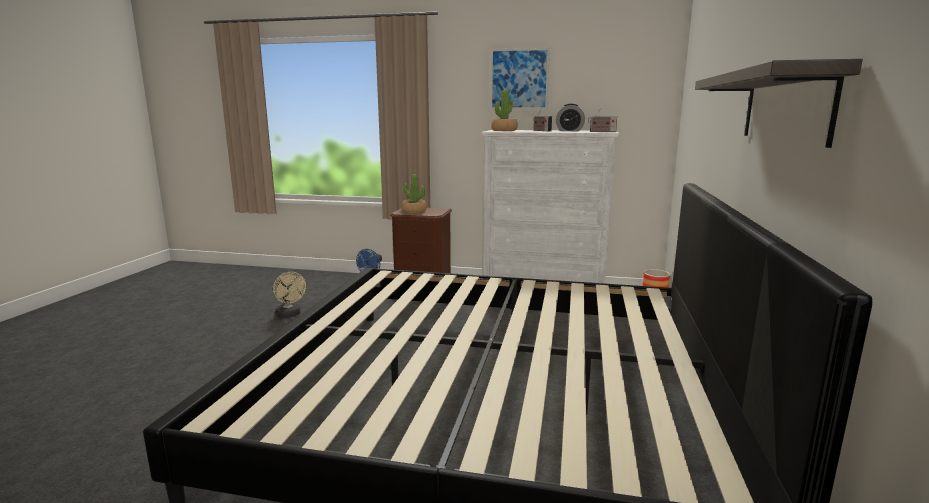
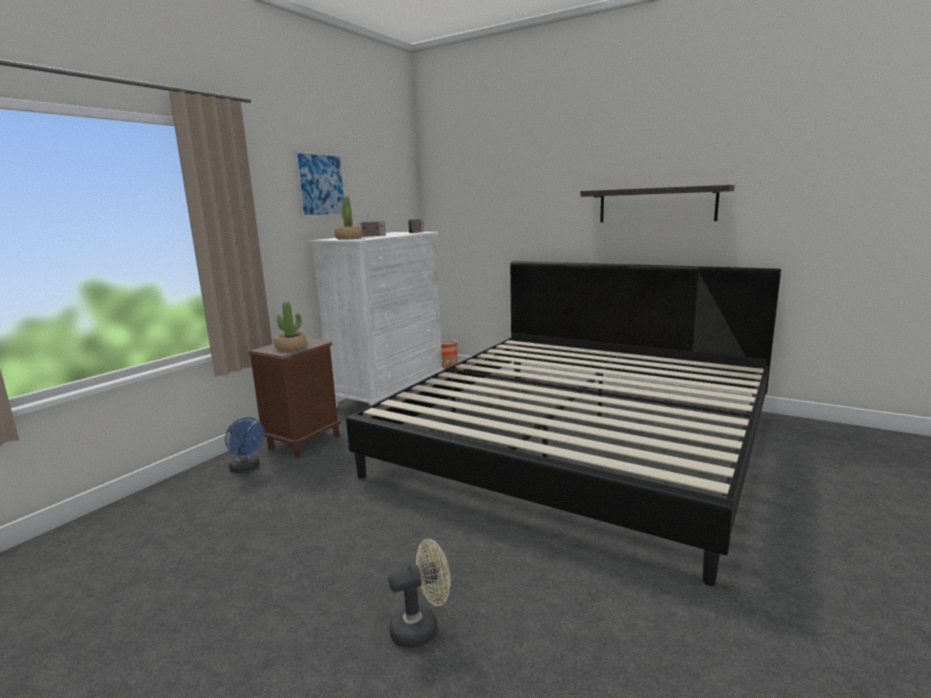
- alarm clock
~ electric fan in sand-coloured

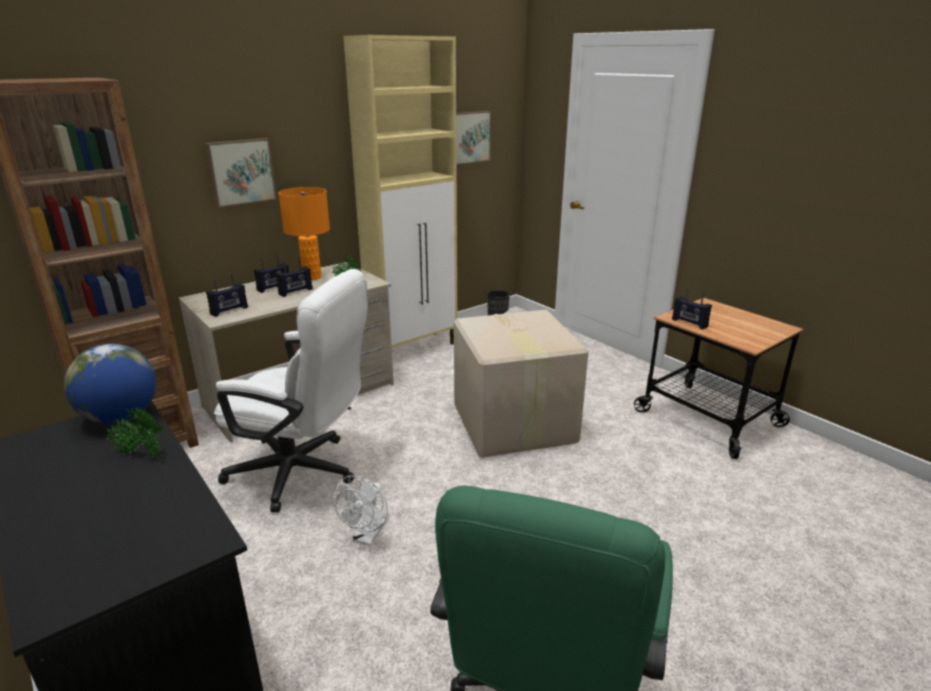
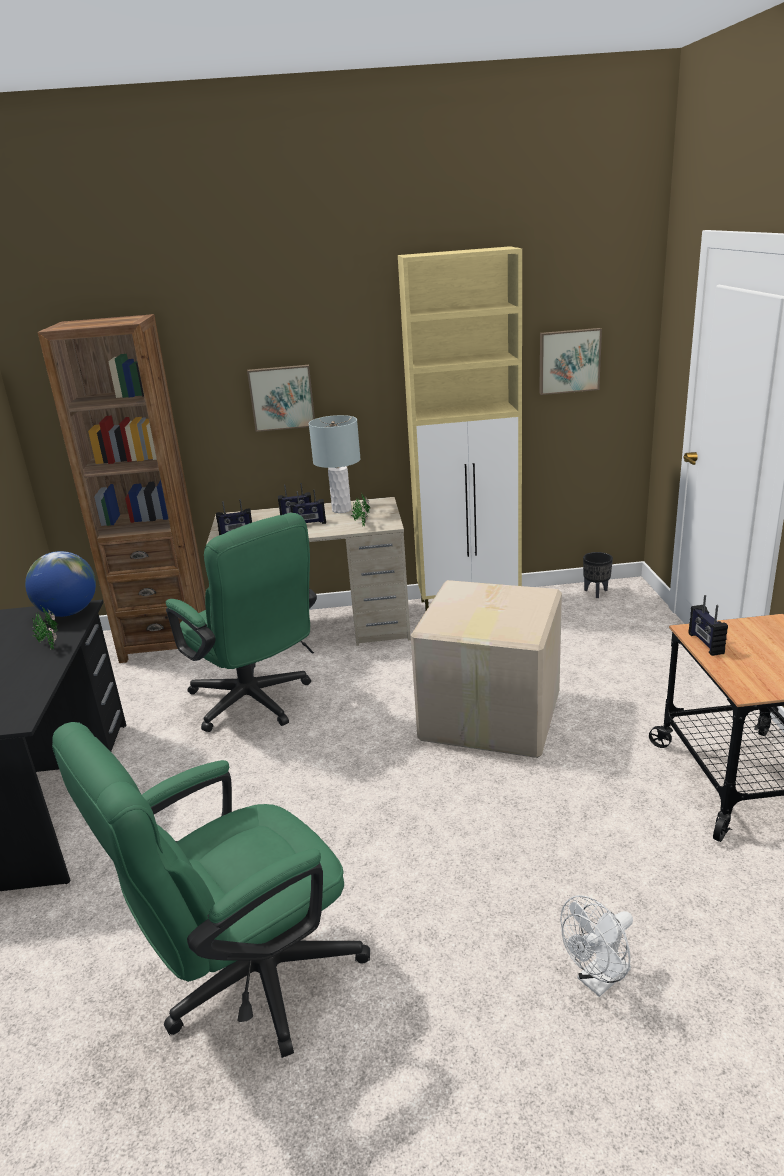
~ electric fan in white
~ computer chair in white to computer chair in green-coloured (no. 2 from left)
~ tabletop lamp in orangey to tabletop lamp in grey

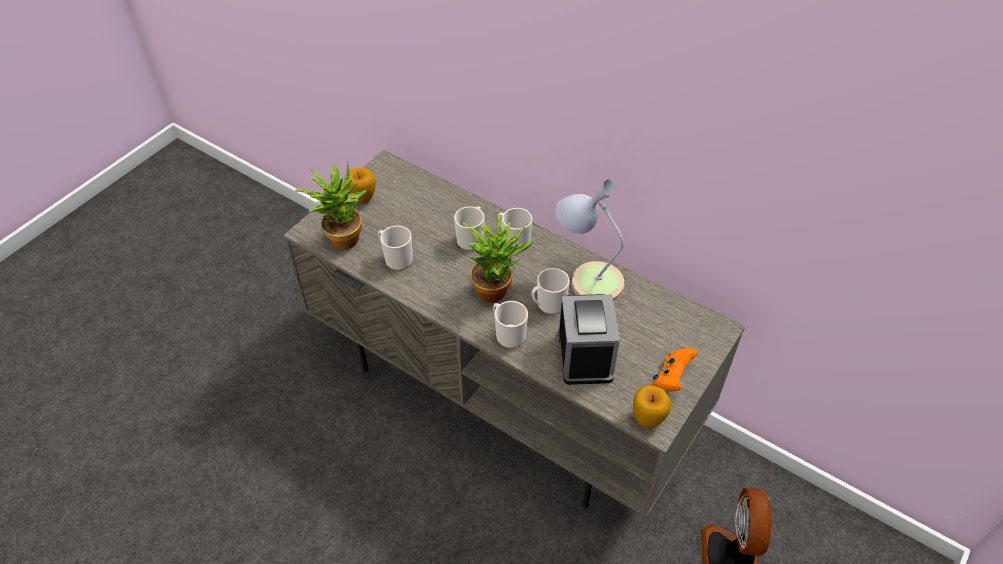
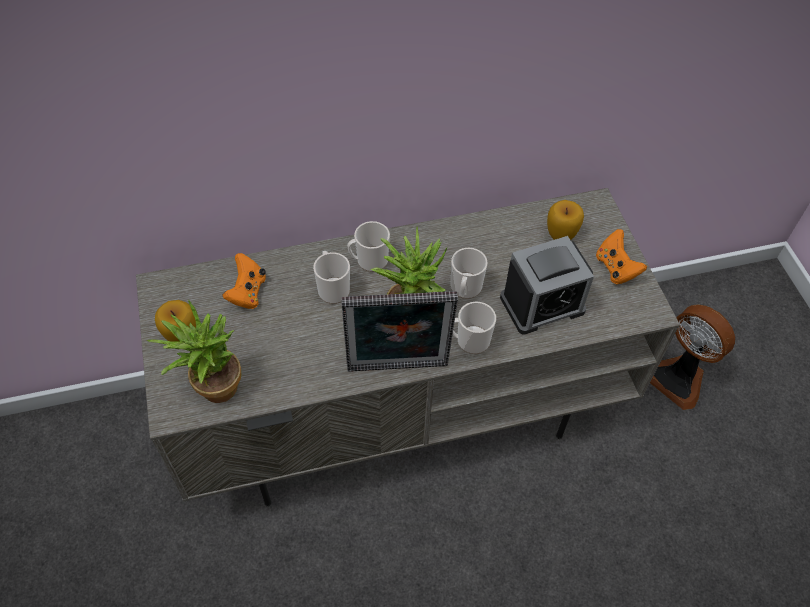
- tea mug (no. 1 from left)
- tabletop lamp
+ gamepad in orangey (no. 1 from left)
+ picture frame
~ apple fruit (no. 2 from left)
~ alarm clock 120 degrees clockwise

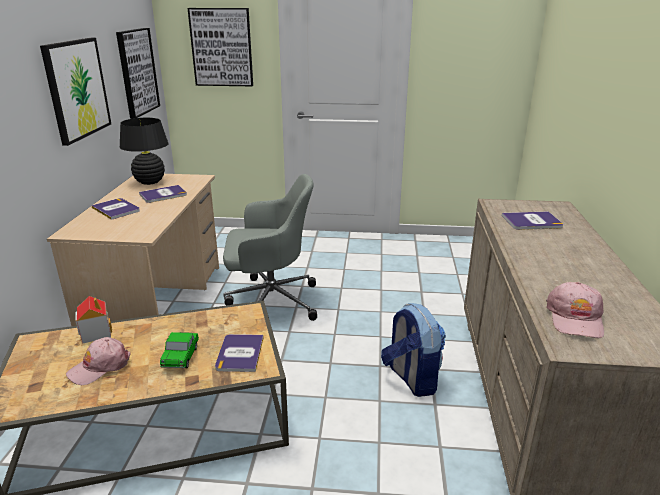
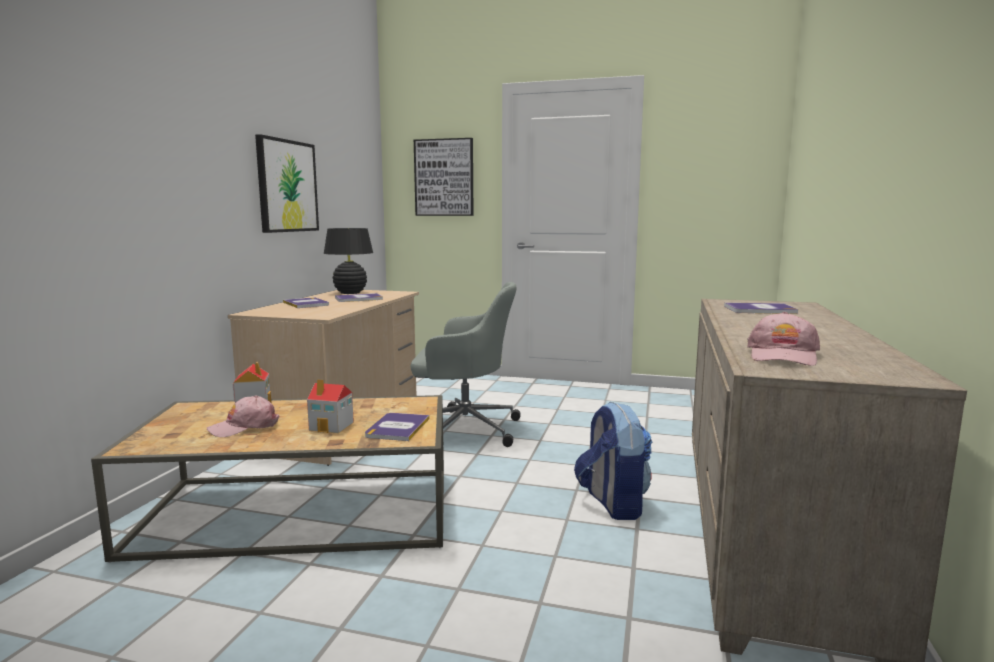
- wall picture (no. 2 from left)
~ miniature car to toy house (no. 2 from left)

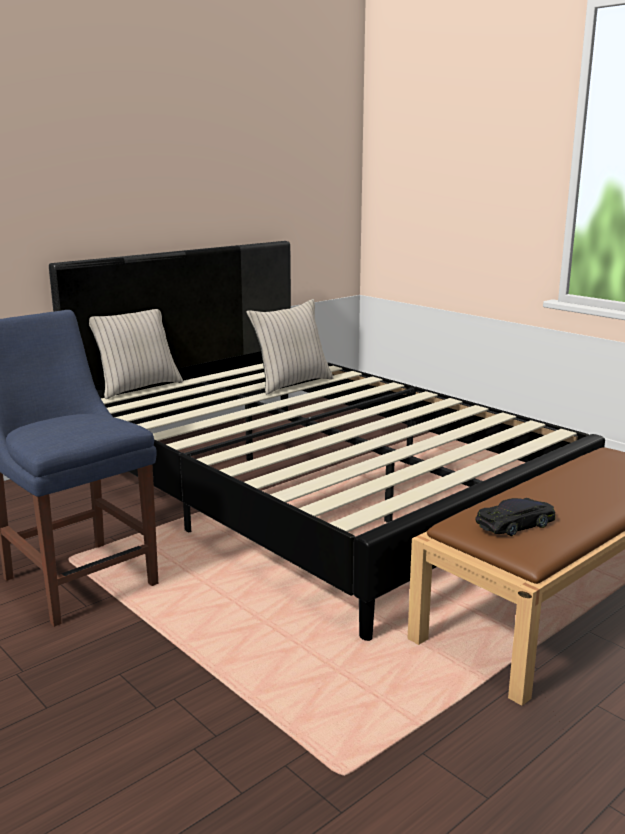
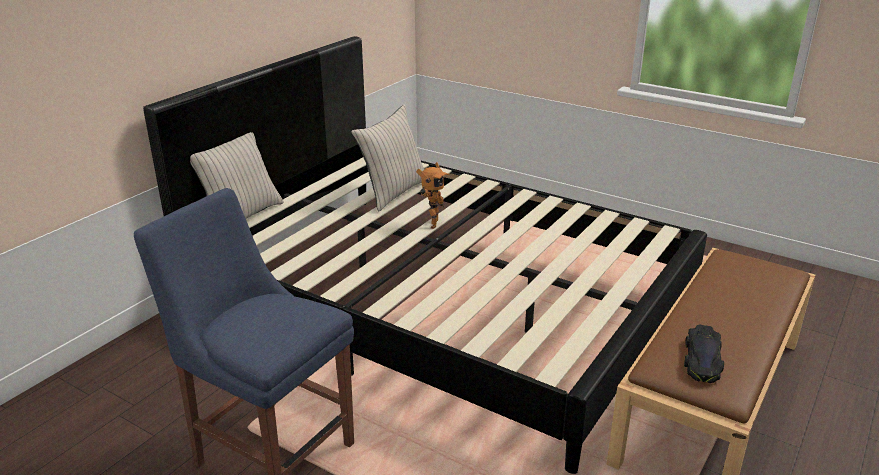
+ robot figure
~ miniature car in blackish 150 degrees clockwise

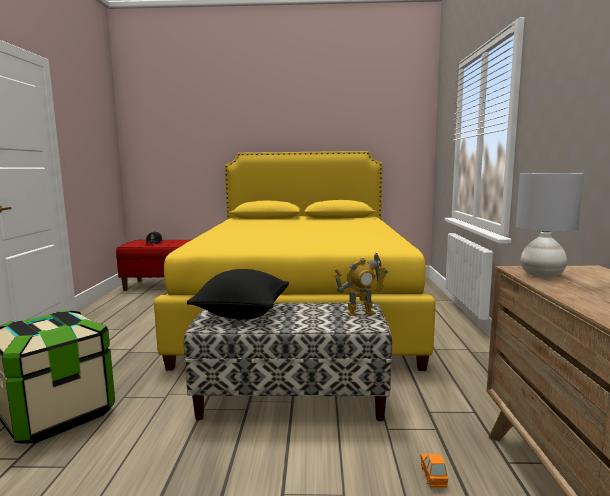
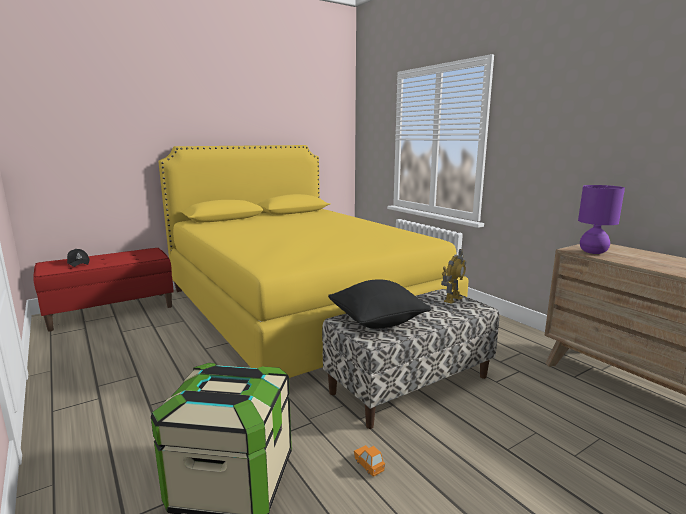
~ miniature car in orangey
~ tabletop lamp in grey to tabletop lamp in purple

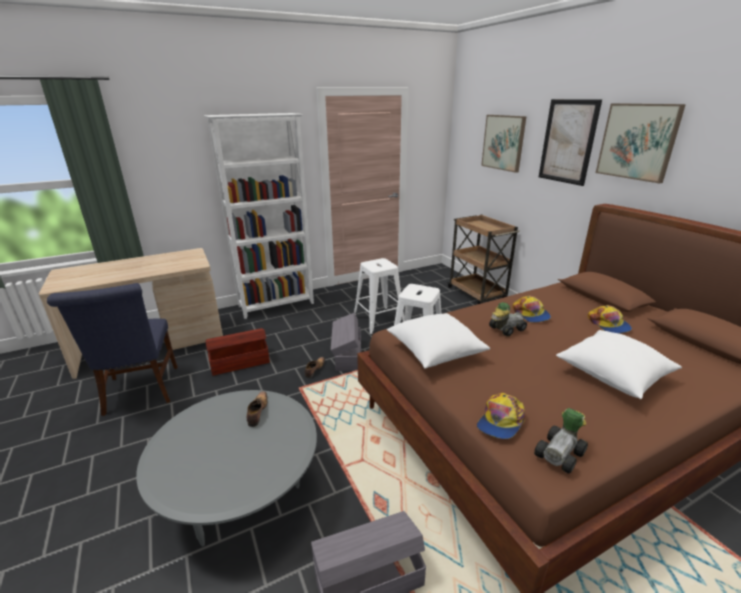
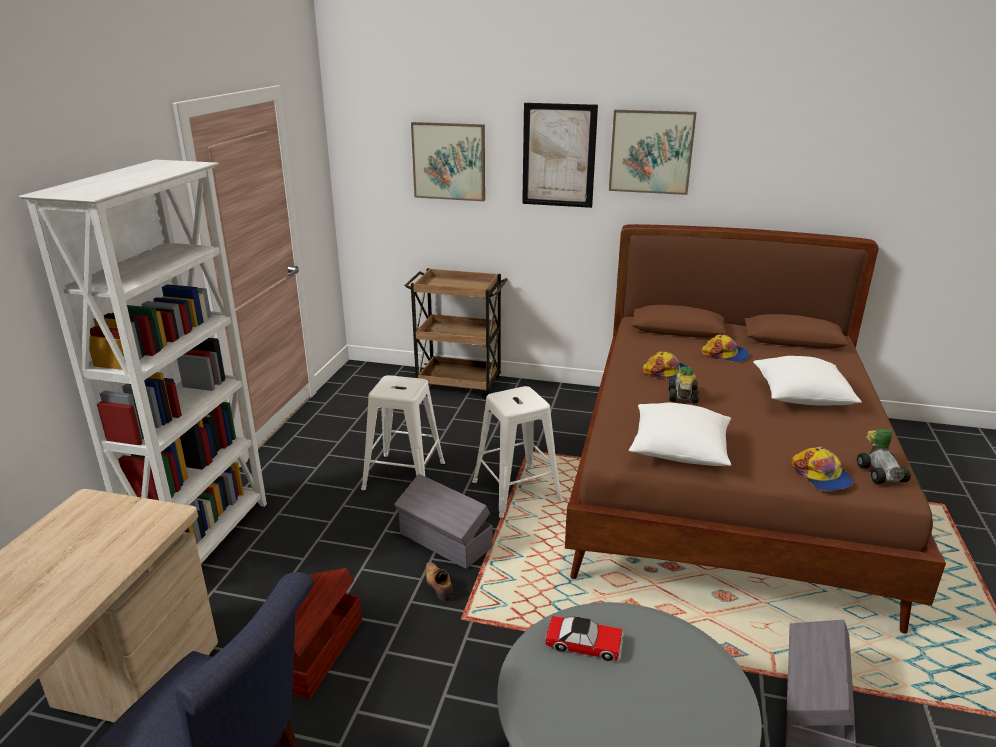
~ shoe (no. 1 from left) to miniature car (no. 1 from left)

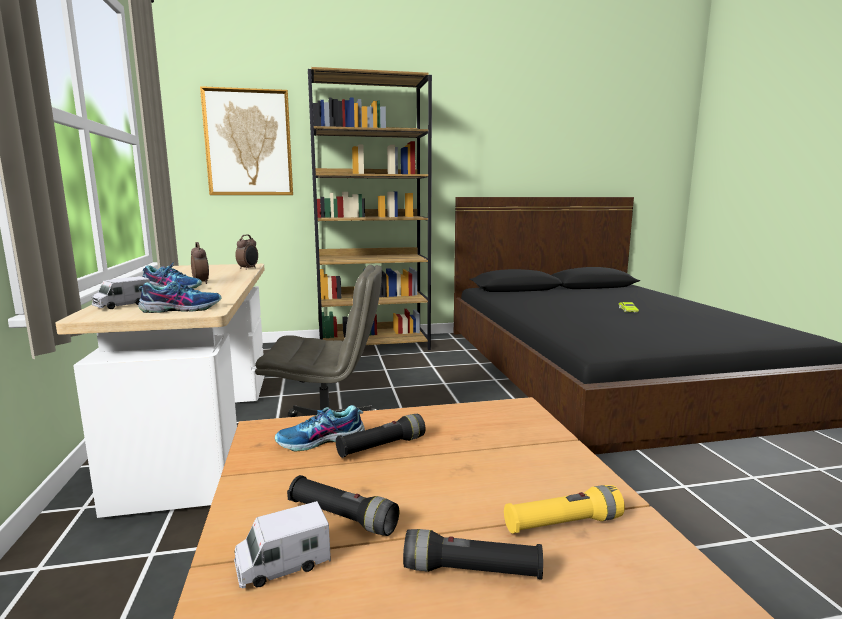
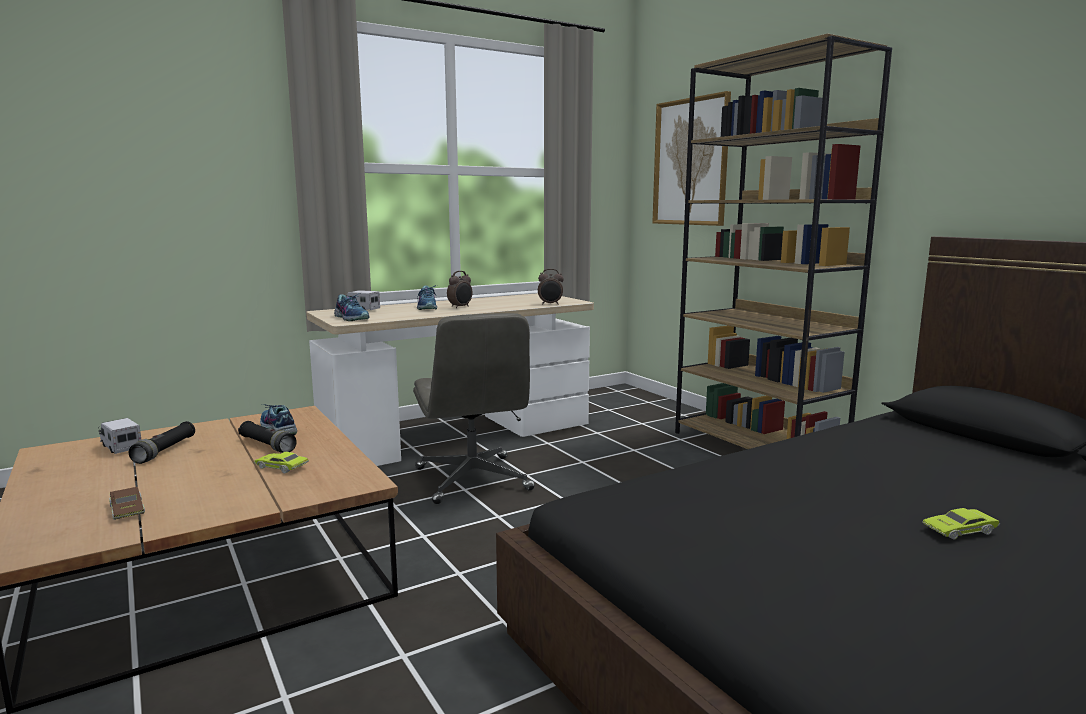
- hand torch in blackish (no. 3 from left)
+ miniature car in green-coloured (no. 1 from left)
~ hand torch in yellowish to miniature car in brown-coloured

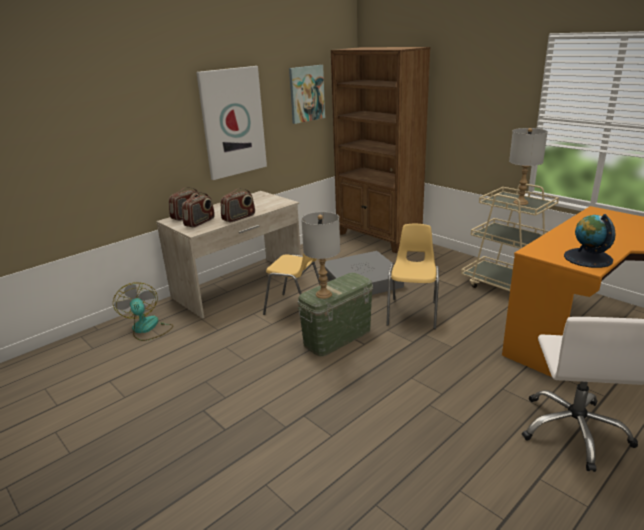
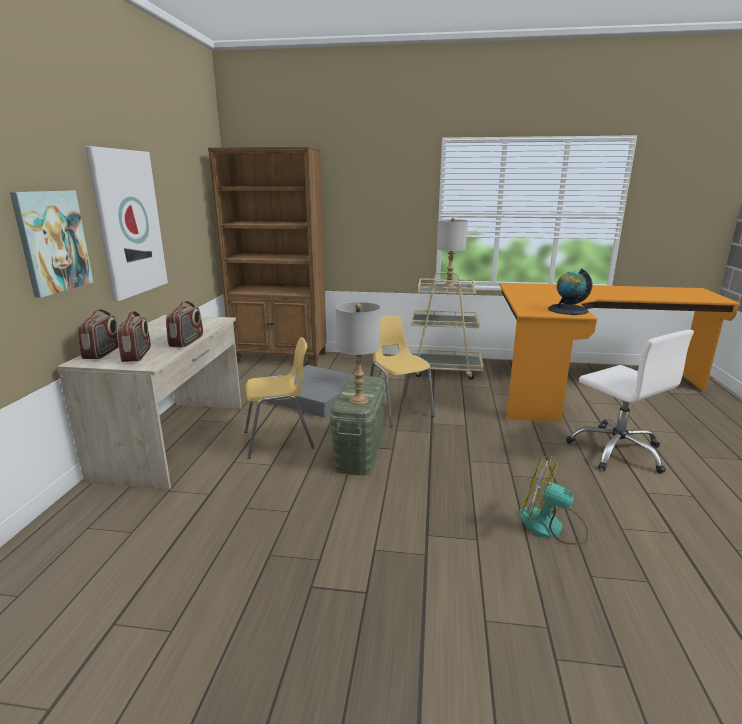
~ electric fan
~ wall picture (no. 2 from left in the first image) to wall picture (no. 1 from left)

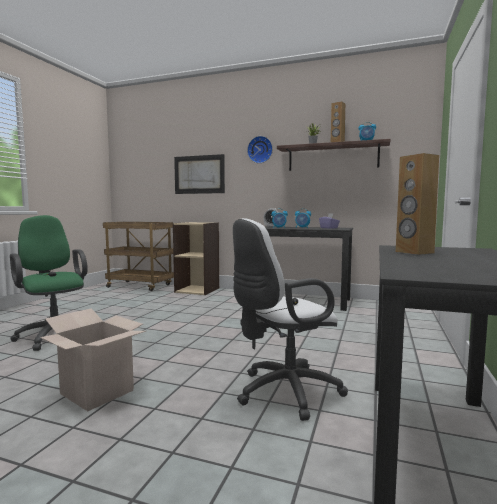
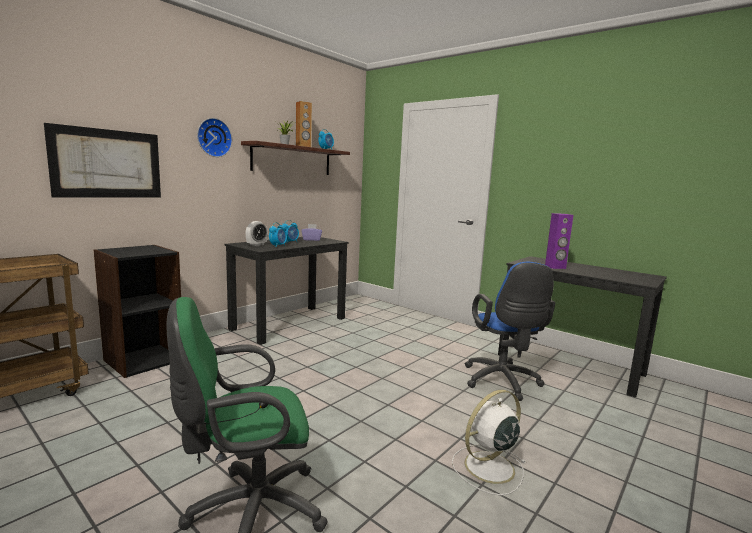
~ cardboard box to electric fan in white
~ shelving unit in sand-coloured to shelving unit in blackish
~ computer chair in white to computer chair in bluish
~ speaker in brown-coloured (no. 2 from left) to speaker in purple

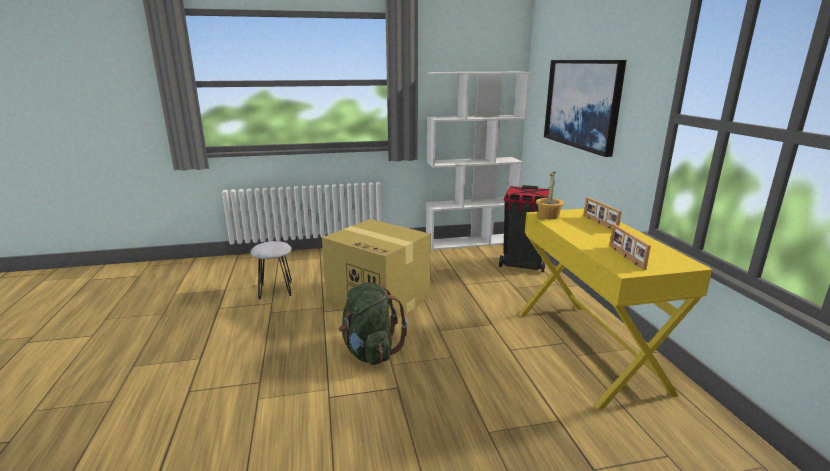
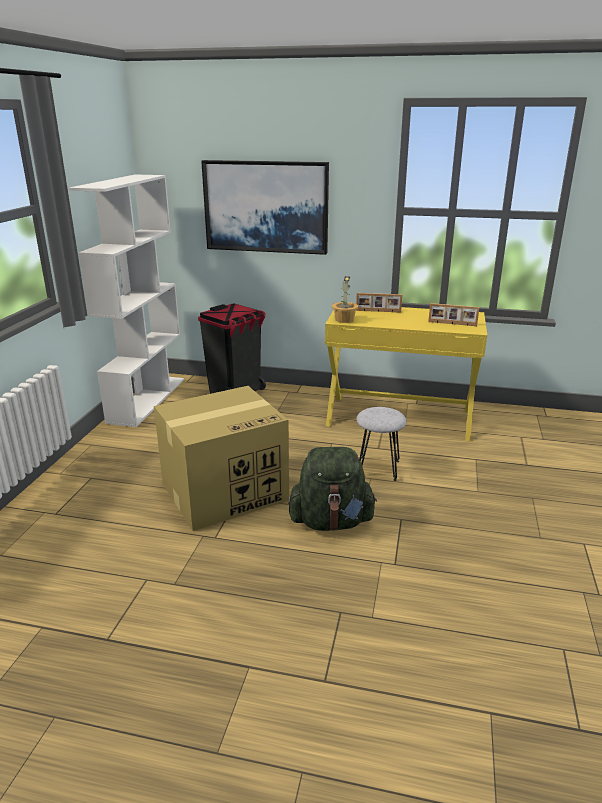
~ stool seat in grey

